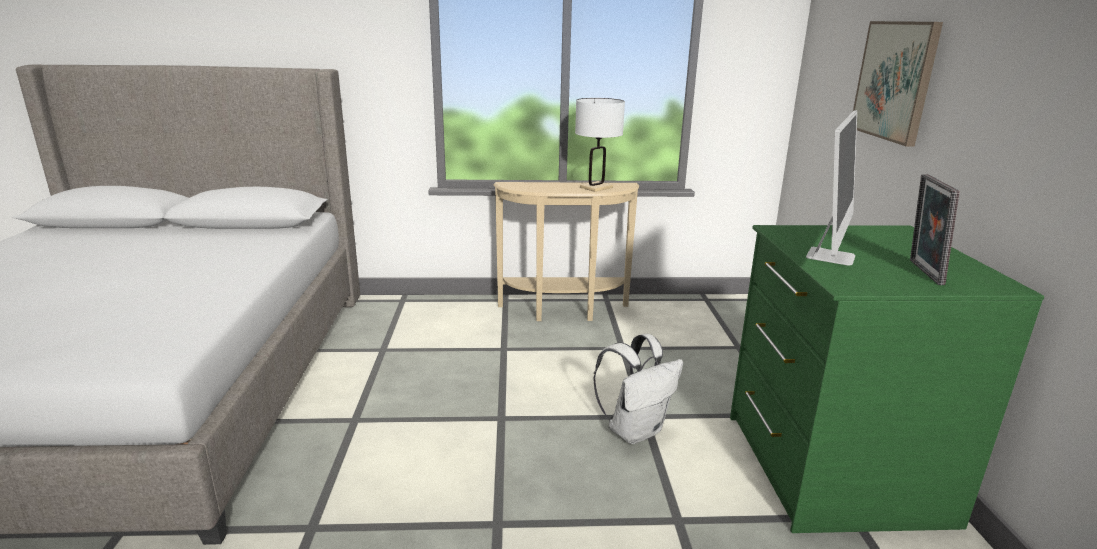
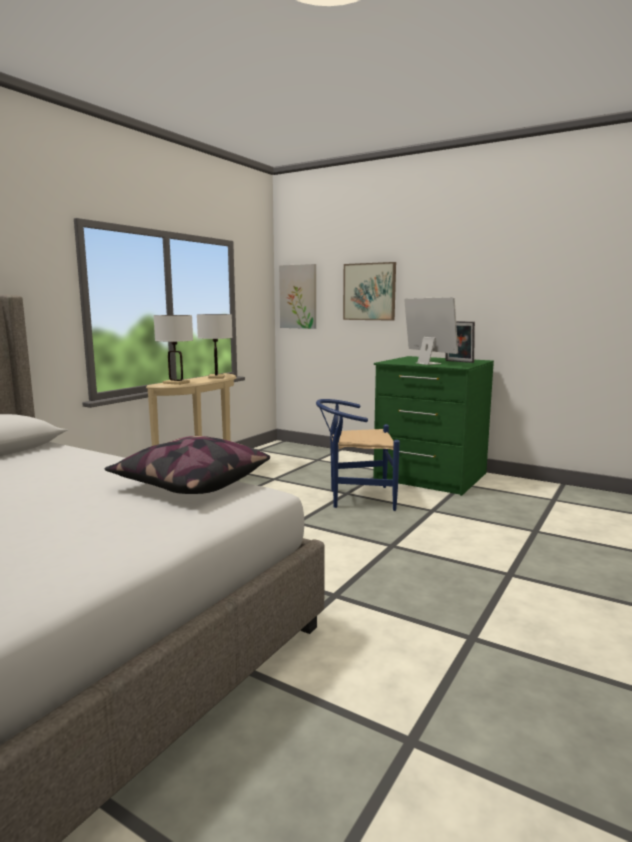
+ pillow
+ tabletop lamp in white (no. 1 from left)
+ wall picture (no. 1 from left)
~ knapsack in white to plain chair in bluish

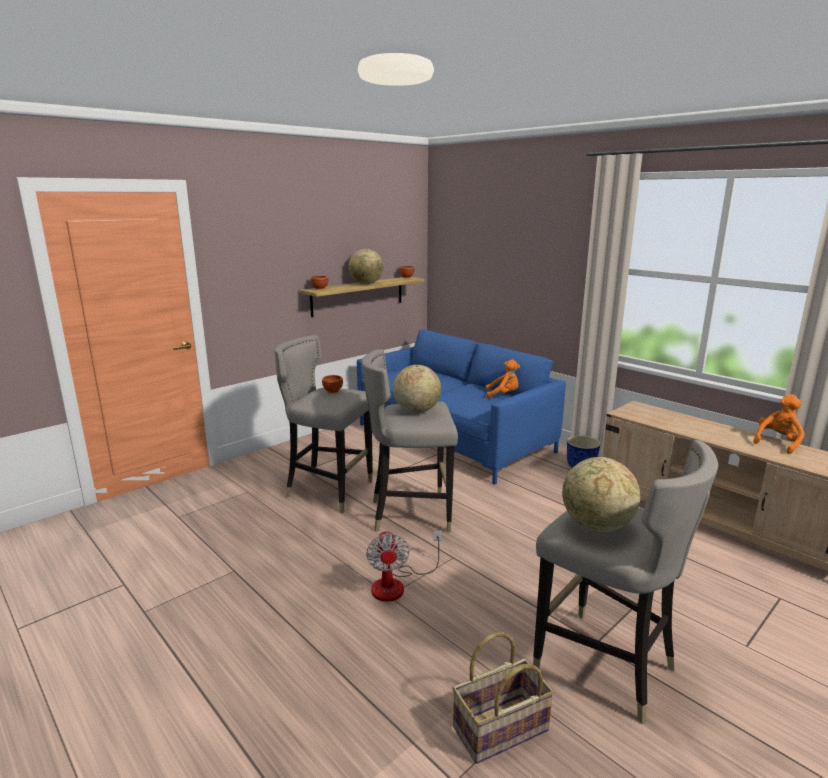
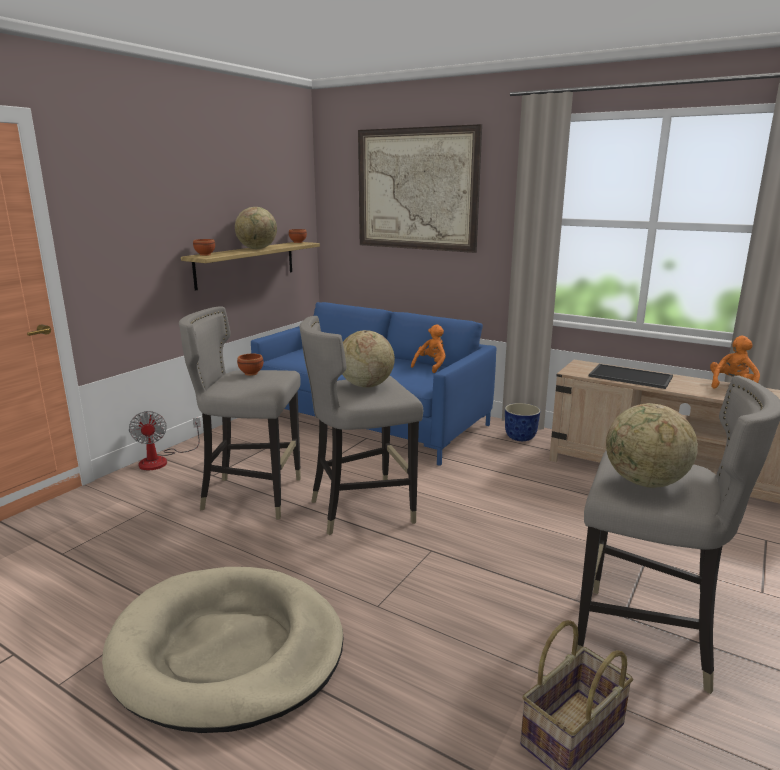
+ dog cushion in sand-coloured
+ wall picture
+ carrying tray
~ electric fan
~ soft toy in orangey (no. 1 from left) 45 degrees counterclockwise

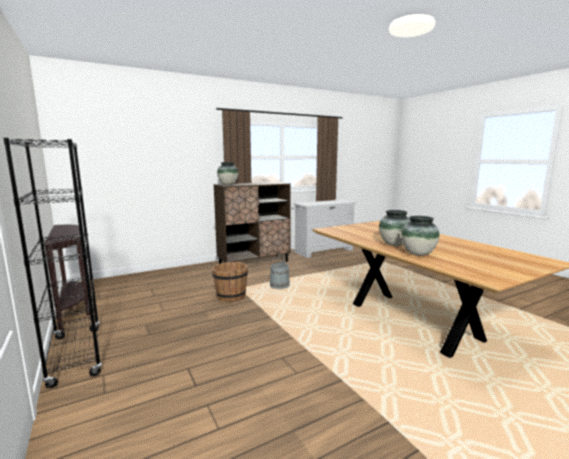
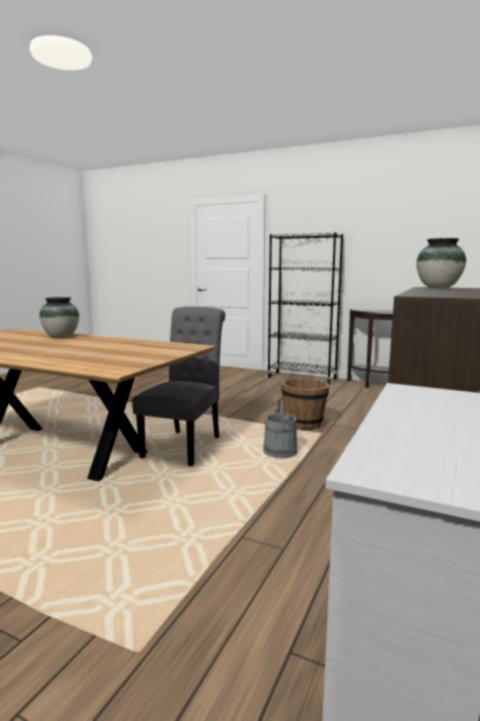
- vase (no. 2 from left)
+ plain chair in grey

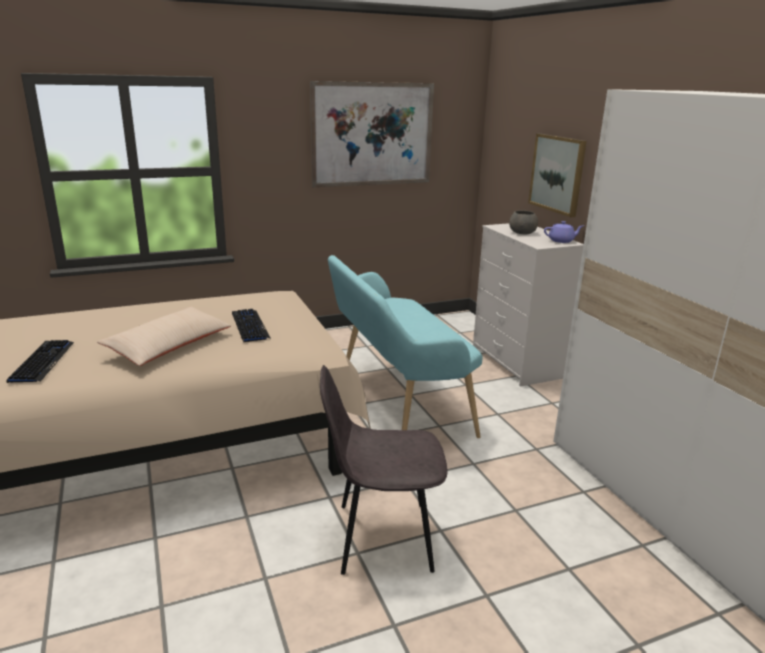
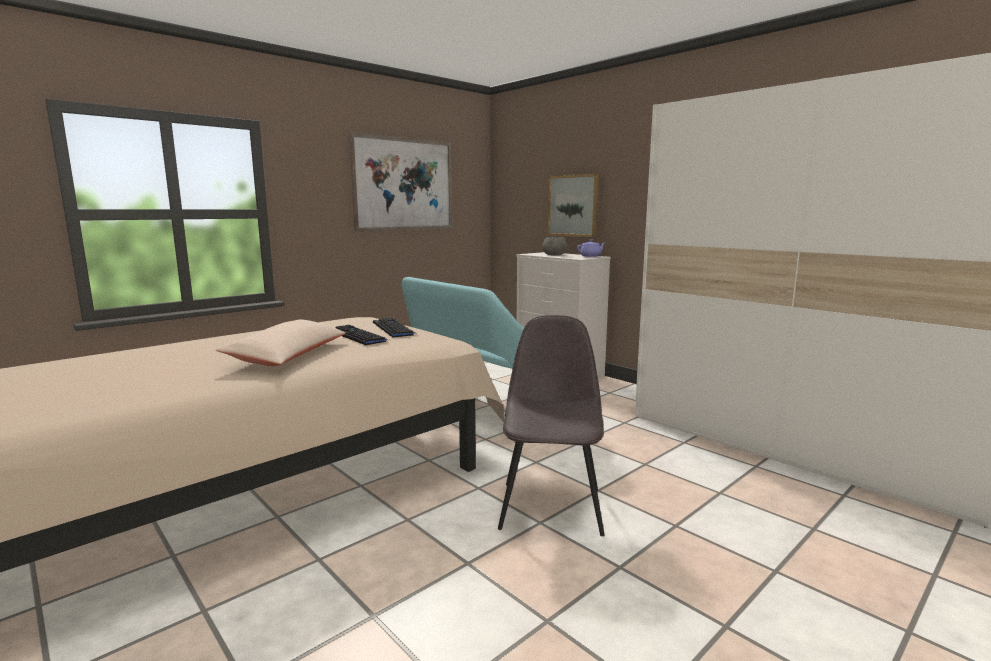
~ computer keyboard (no. 1 from left in the first image) to computer keyboard (no. 2 from left)
~ plain chair in grey 120 degrees clockwise

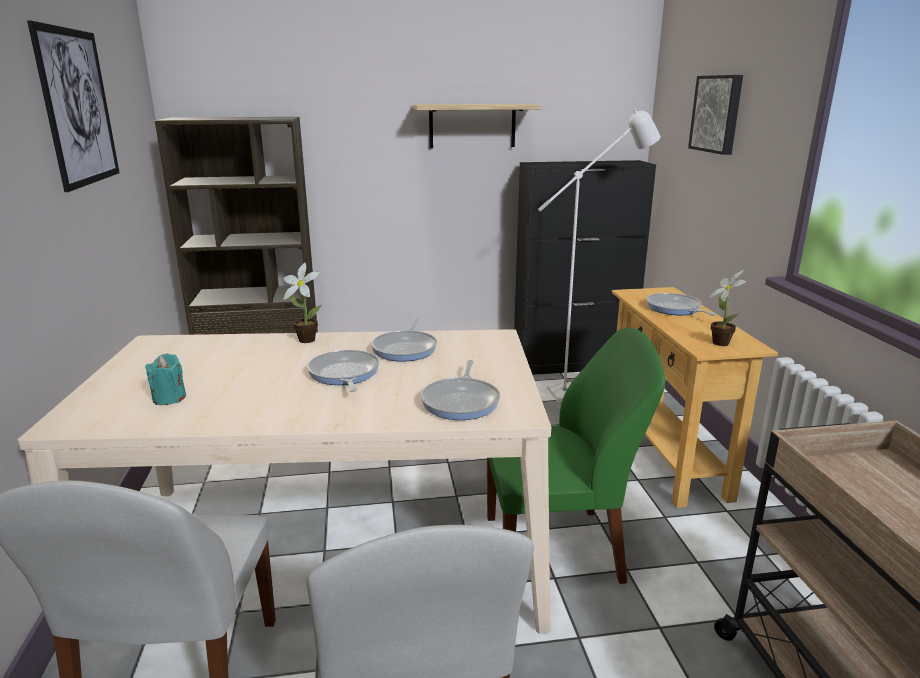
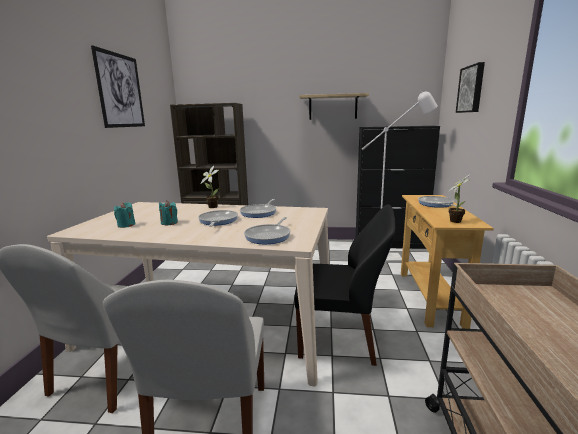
+ candle in turquoise (no. 2 from left)
~ plain chair in green-coloured to plain chair in blackish

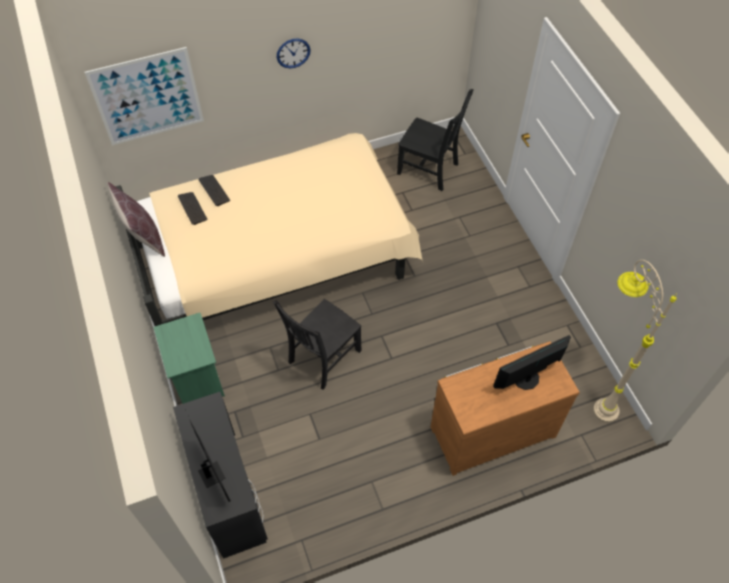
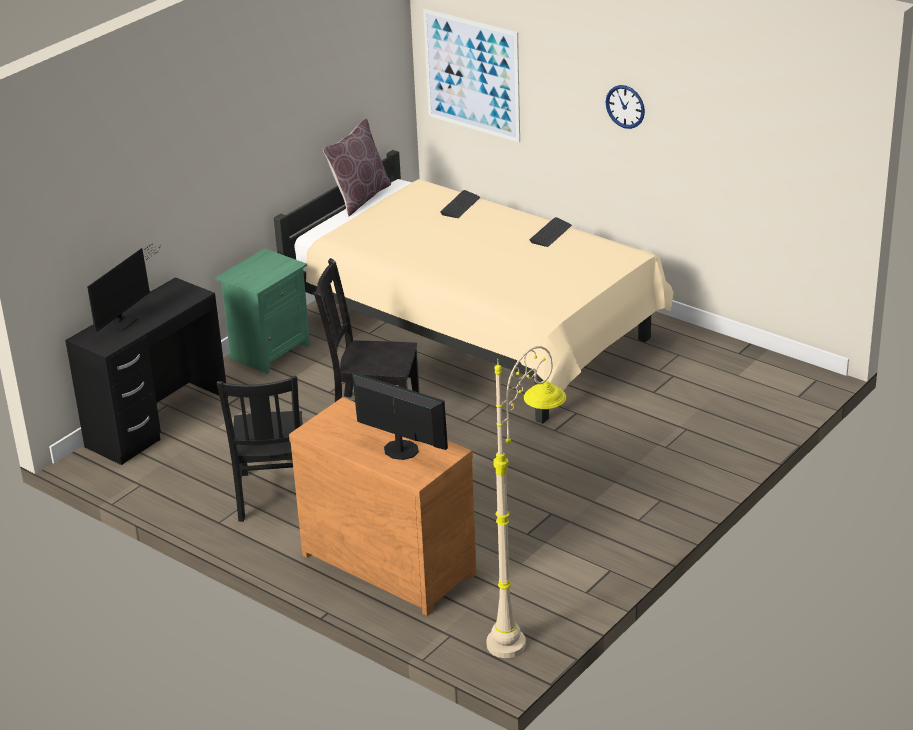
~ computer keyboard (no. 1 from left in the first image) to computer keyboard (no. 2 from left)
~ plain chair in blackish (no. 2 from left in the first image) to plain chair in blackish (no. 1 from left)

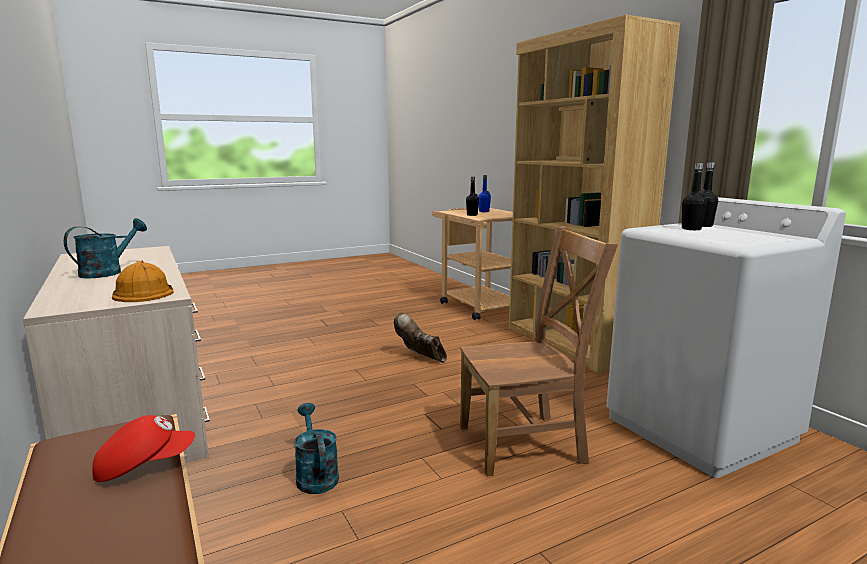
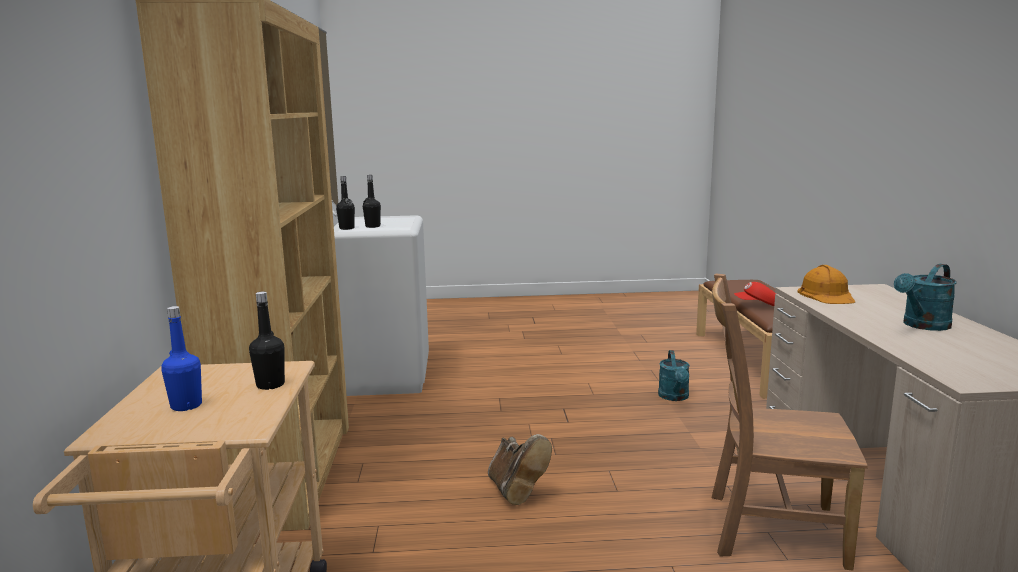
~ plain chair in brown-coloured

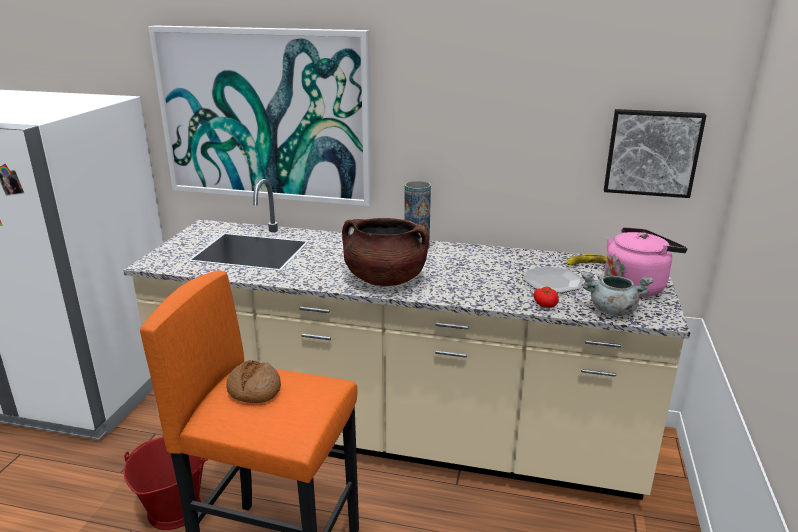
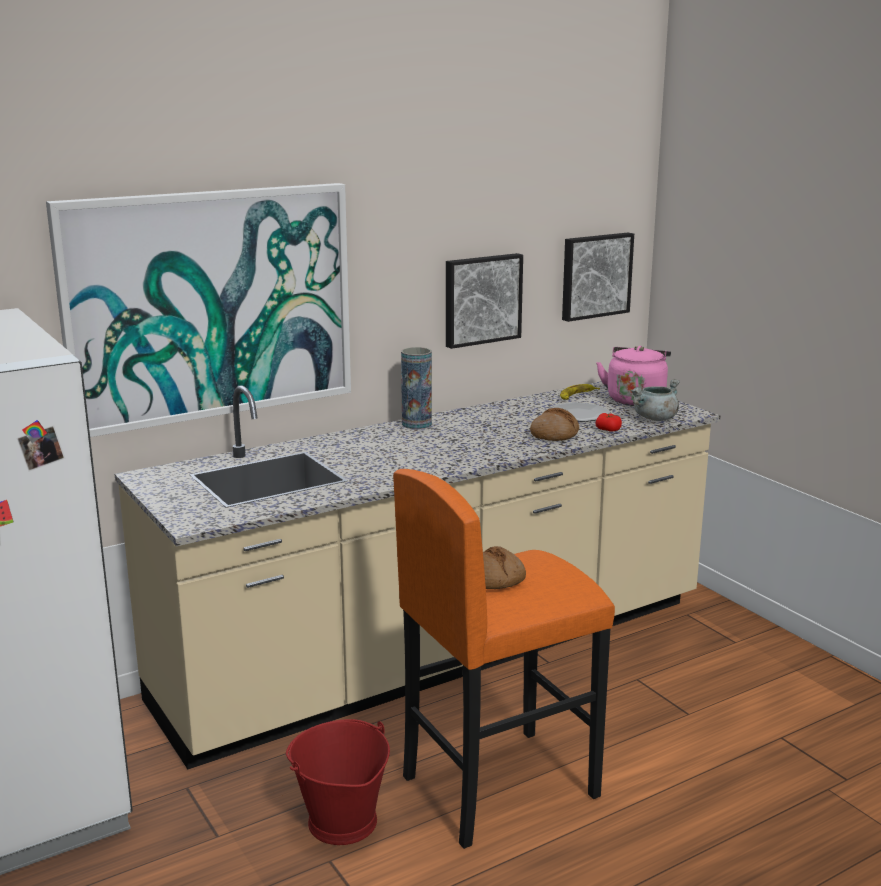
- stockpot in brown-coloured
+ wall picture (no. 2 from left)
+ bakery bread (no. 2 from left)

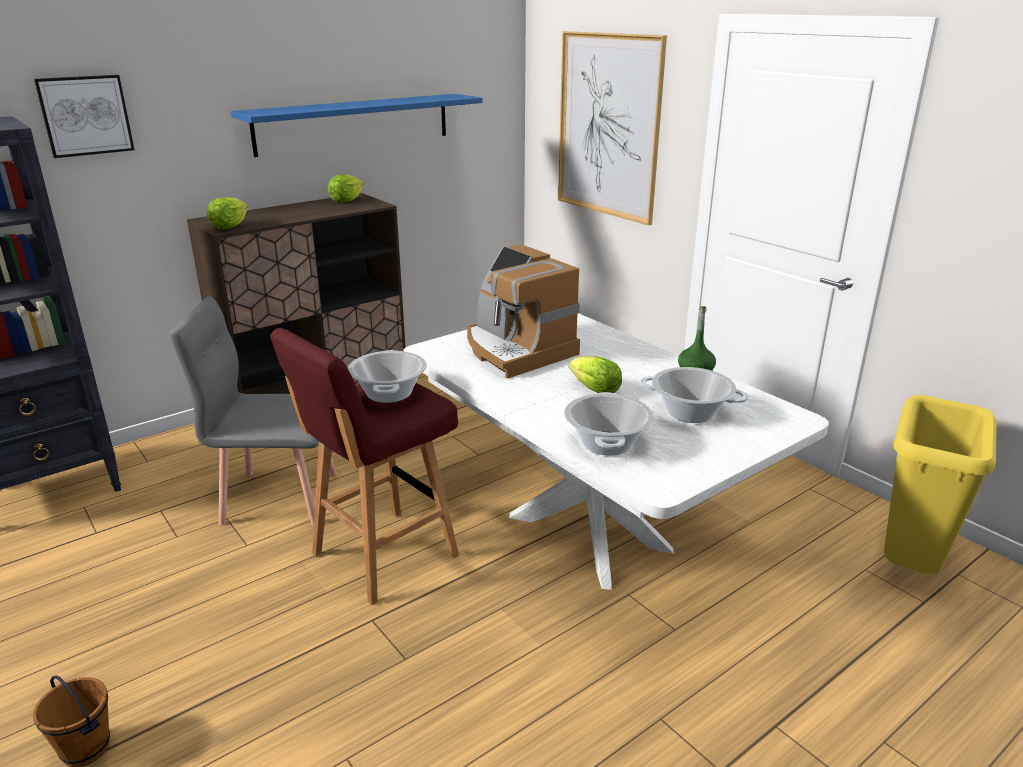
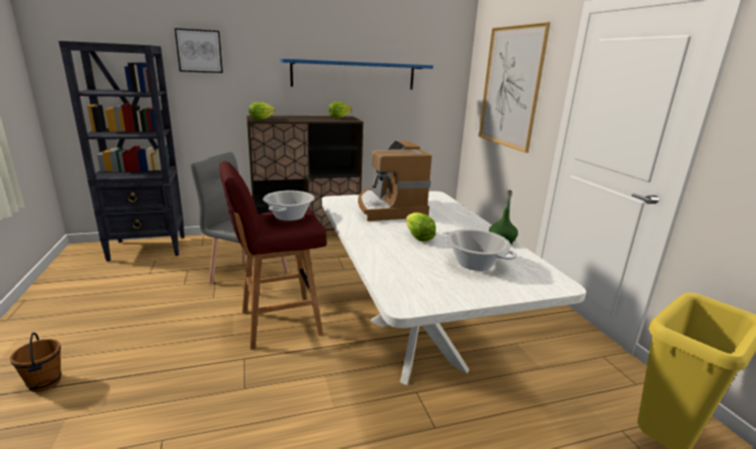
- stockpot (no. 2 from left)

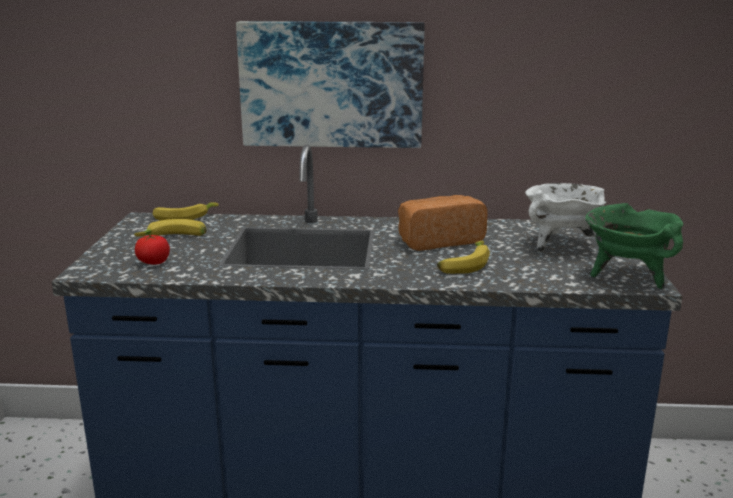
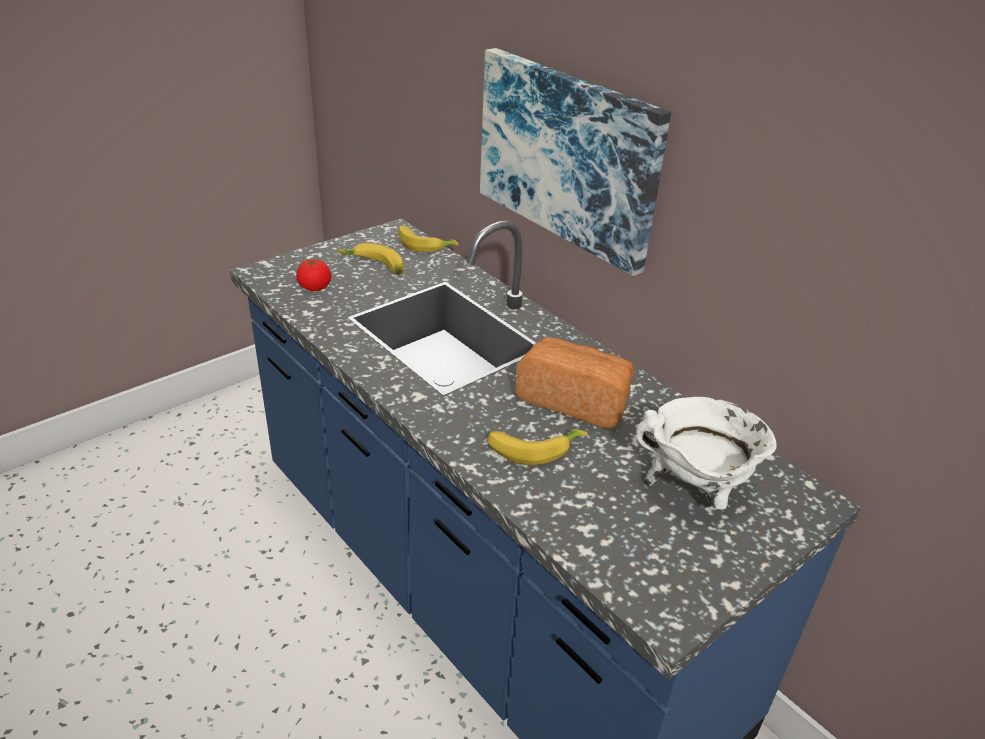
- stockpot in green-coloured

